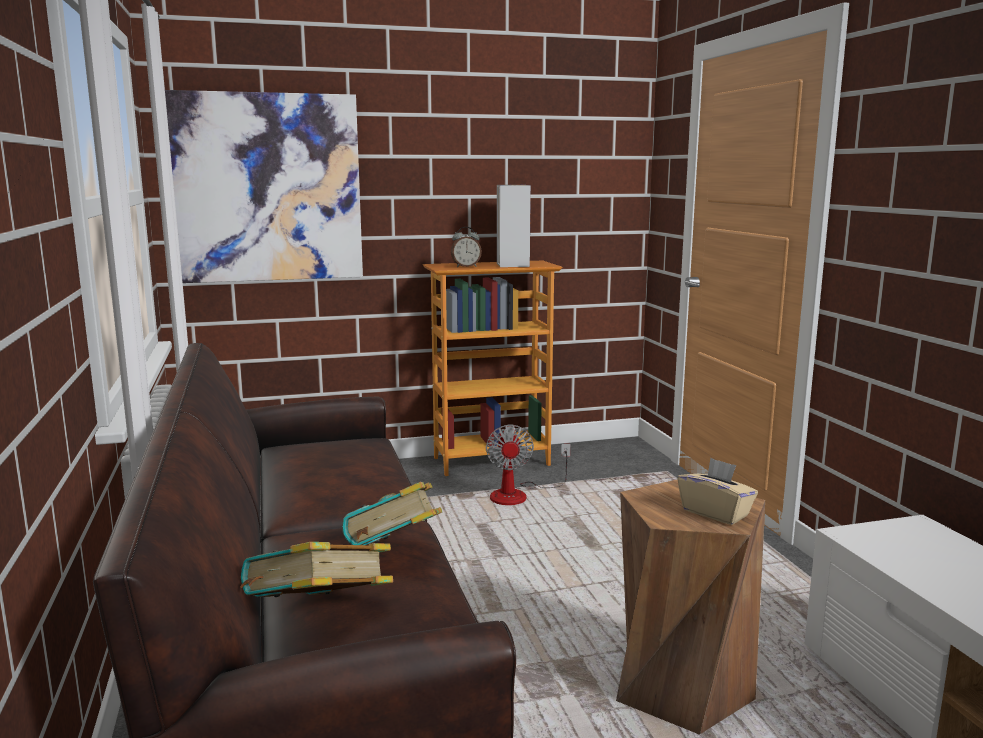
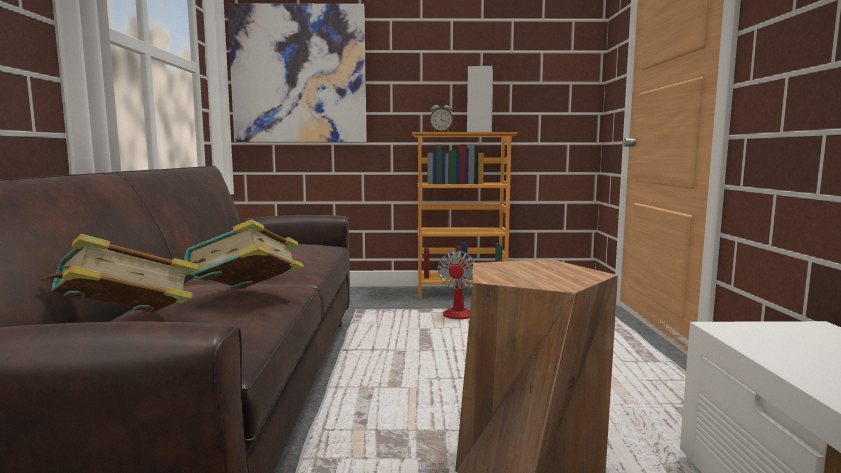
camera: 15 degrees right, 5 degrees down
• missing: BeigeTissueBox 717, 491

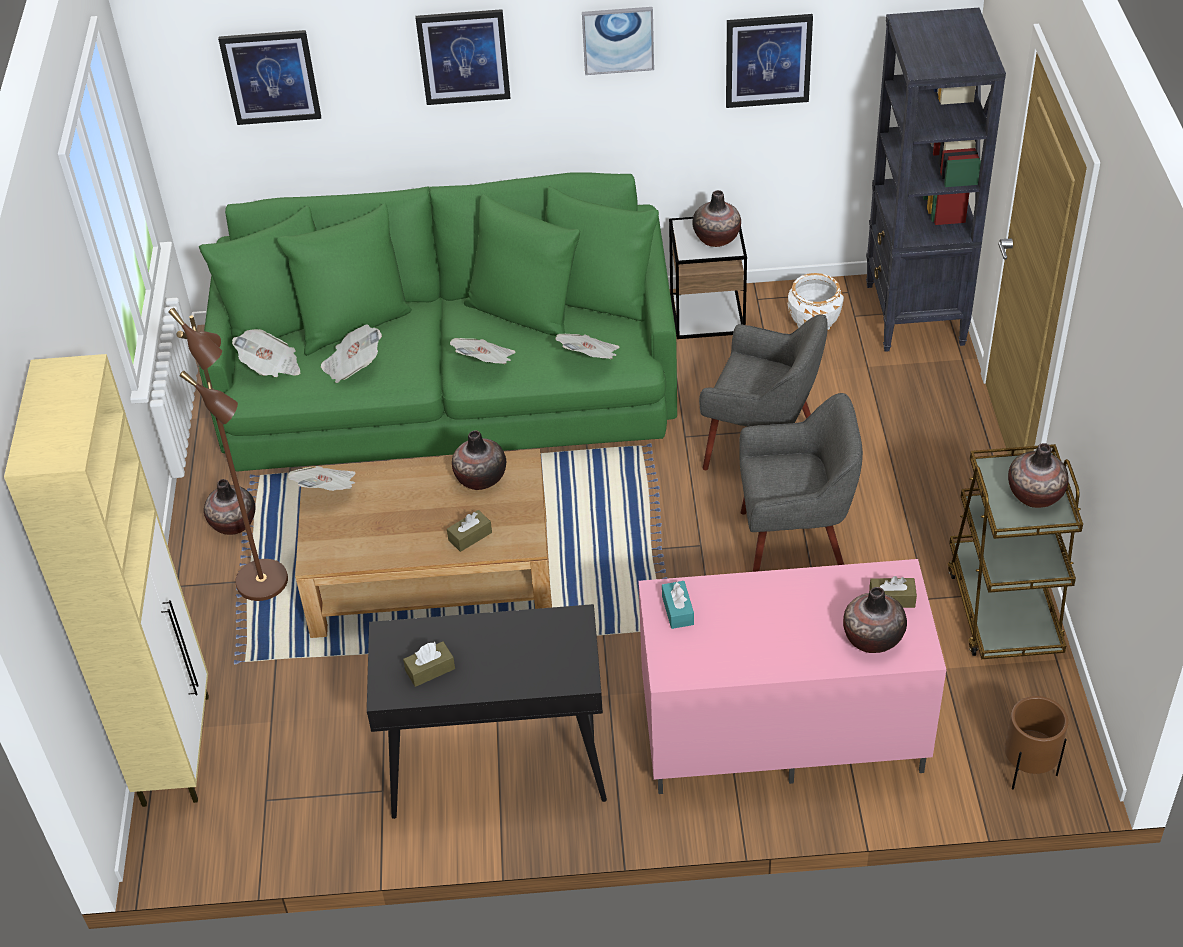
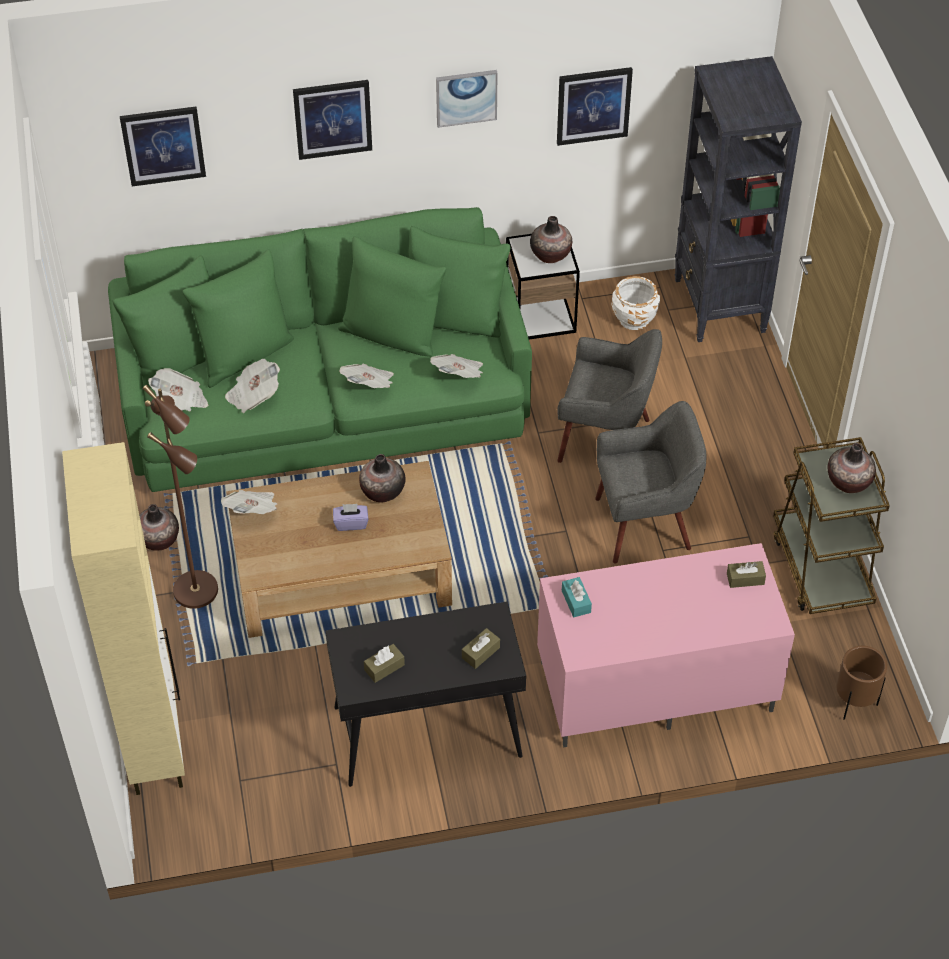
camera: 10 degrees left, 5 degrees up
• relocated: BrownTissueBox 469, 531 to 481, 648
• missing: Vase 875, 620
• appeared: PurpleTissueBox 351, 517

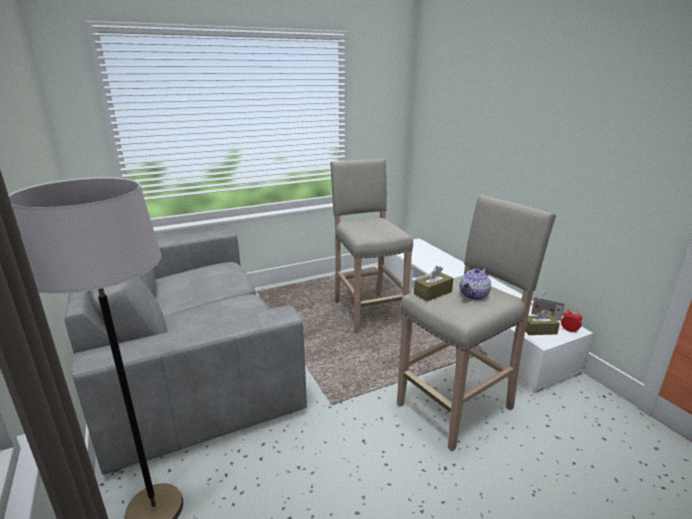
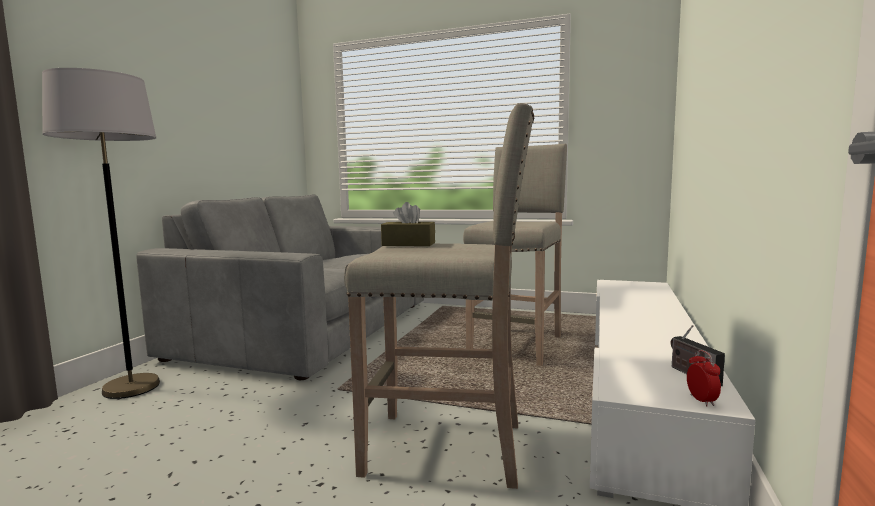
camera: 45 degrees right, 15 degrees down
• missing: Teapot 475, 284
• missing: BrownTissueBox 542, 322

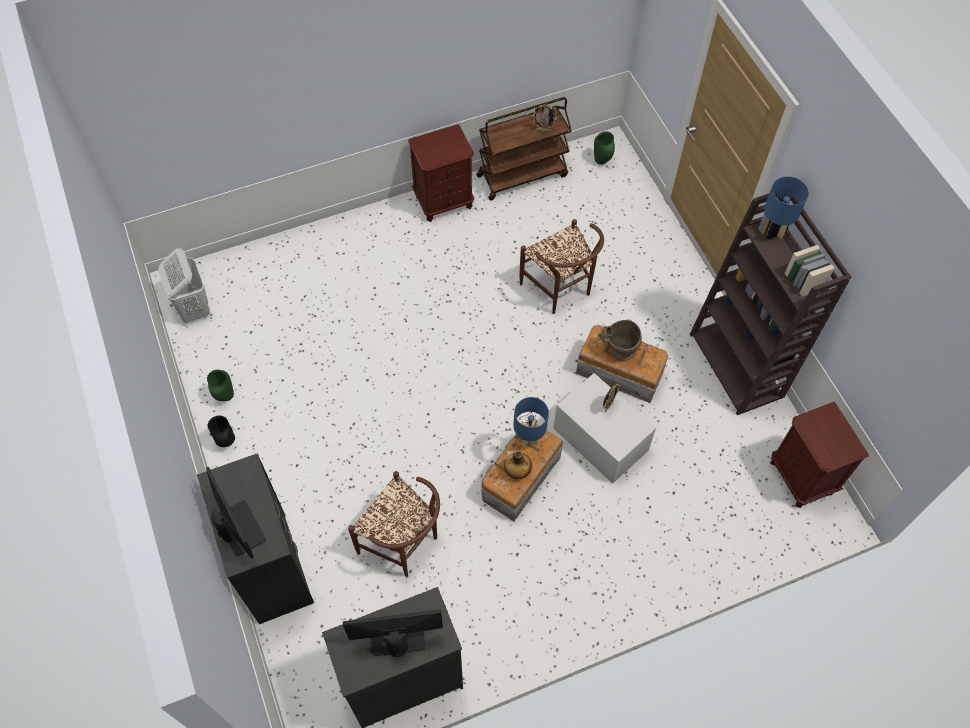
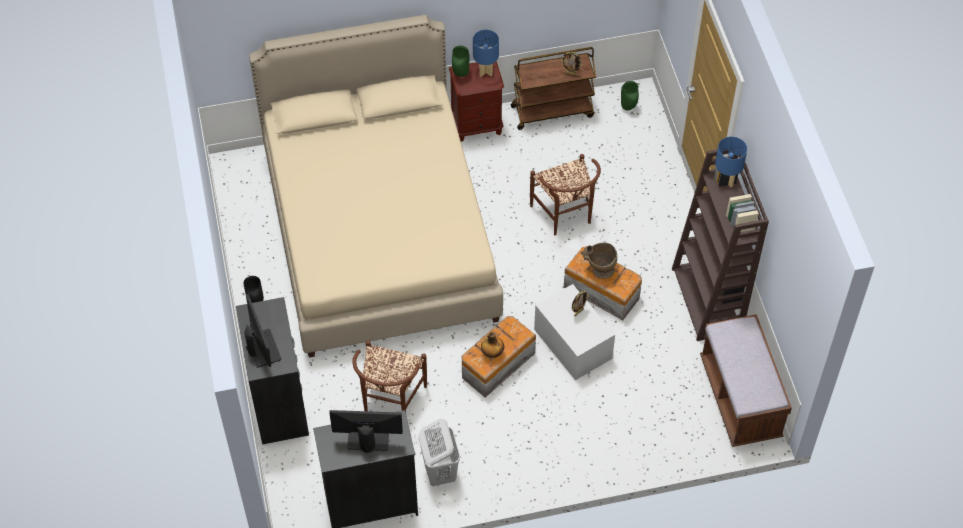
camera: 10 degrees right, 5 degrees down
• relocated: WhiteLaundryBasket 184, 285 to 439, 452
• relocated: GreenVase 220, 385 to 460, 61
• relocated: BlueTableLamp 531, 422 to 486, 53
• exchanged: BrownNightstand 819, 455 to BrownBench 746, 380
• spun: BrownChair 394, 524 = 389, 376 60 degrees clockwise
• appeared: BeigeBed 376, 186

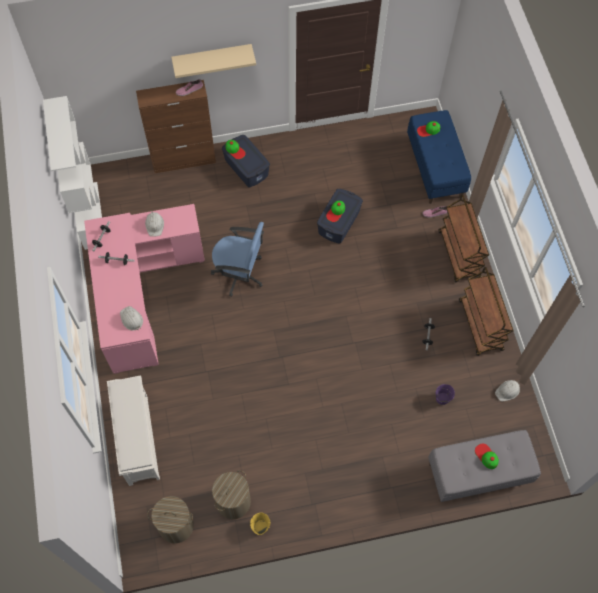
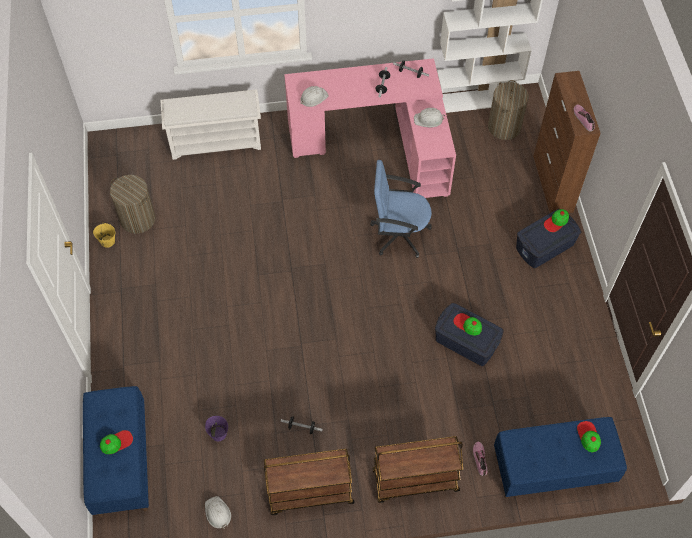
camera: 95 degrees right, 5 degrees down
• missing: BeigeShelf 213, 61
• spun: BlueOfficeChair 237, 259 = 401, 209 75 degrees clockwise
• colour: GreyBench 484, 466 to BlueBench 116, 452
• relocated: LaundryBasket 170, 519 to 508, 110

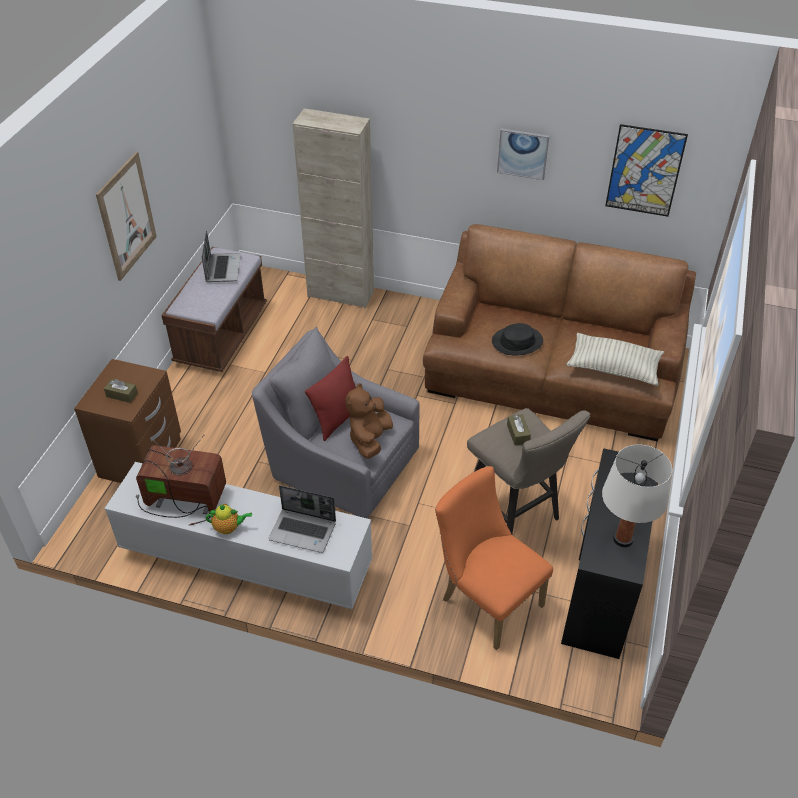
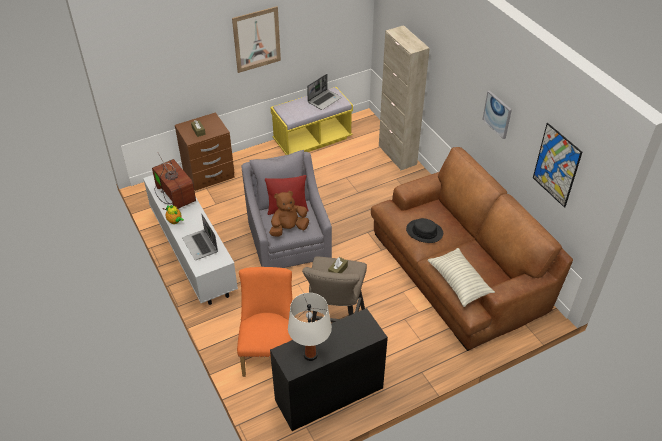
camera: 45 degrees right, 0 degrees up
• colour: BrownBench 214, 309 to YellowBench 312, 121

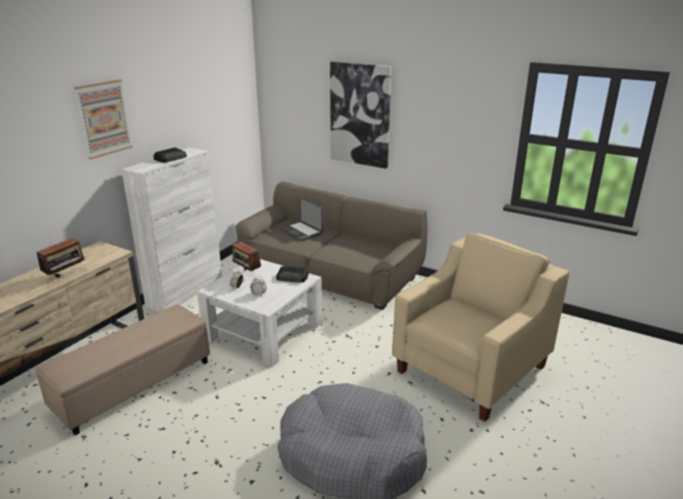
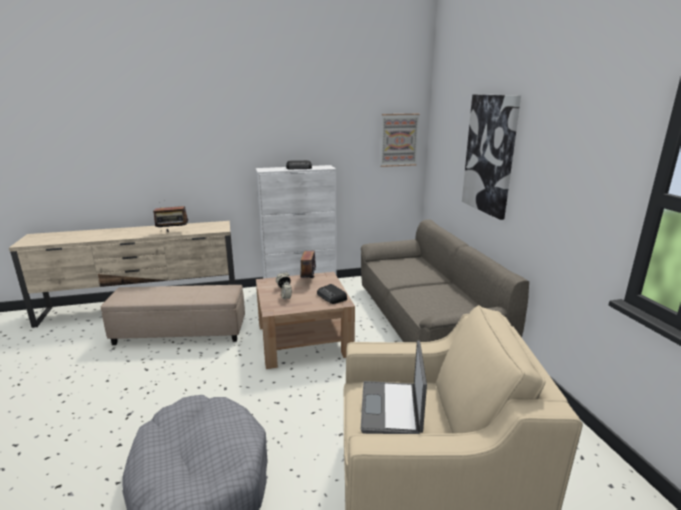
camera: 45 degrees right, 5 degrees down
• relocated: Picture 103, 119 to 400, 140
• relocated: Laptop 301, 219 to 394, 387
• colour: WhiteCoffeeTable 259, 313 to BrownCoffeeTable 305, 320

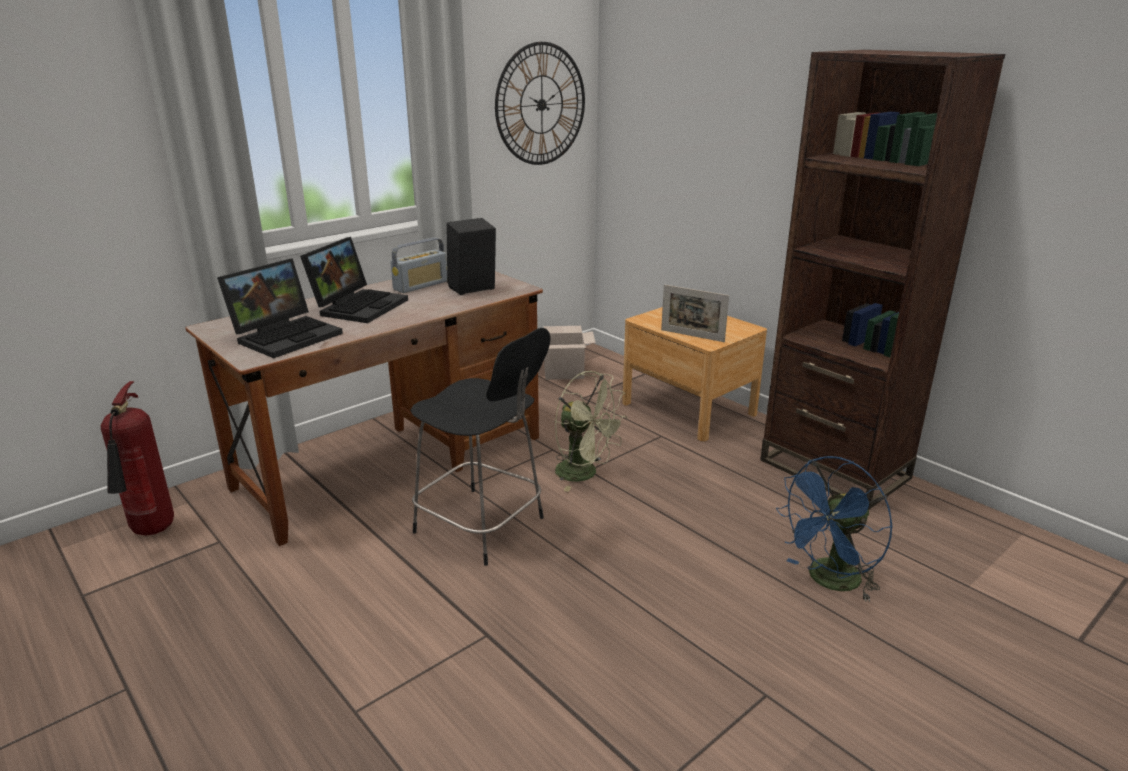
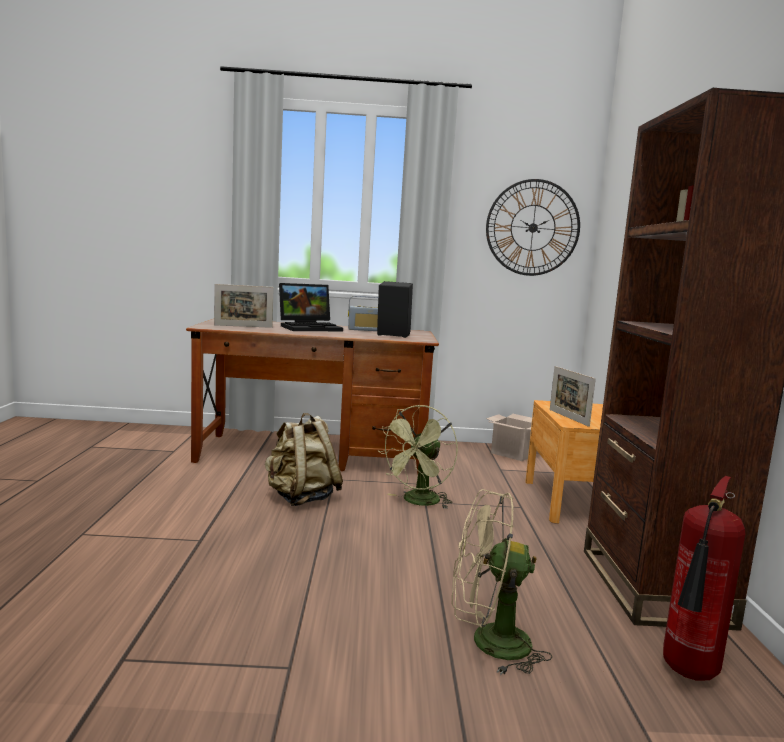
camera: 40 degrees right, 15 degrees down
• exchanged: Laptop 280, 308 to PictureFrame 244, 306
• exchanged: BlackStool 480, 447 to BeigeBackpack 304, 459
• spun: GreenFan 591, 431 = 417, 457 45 degrees clockwise
• relocated: FireExtinguisher 137, 458 to 704, 578
• colour: BlueFan 834, 529 to BeigeFan 501, 582

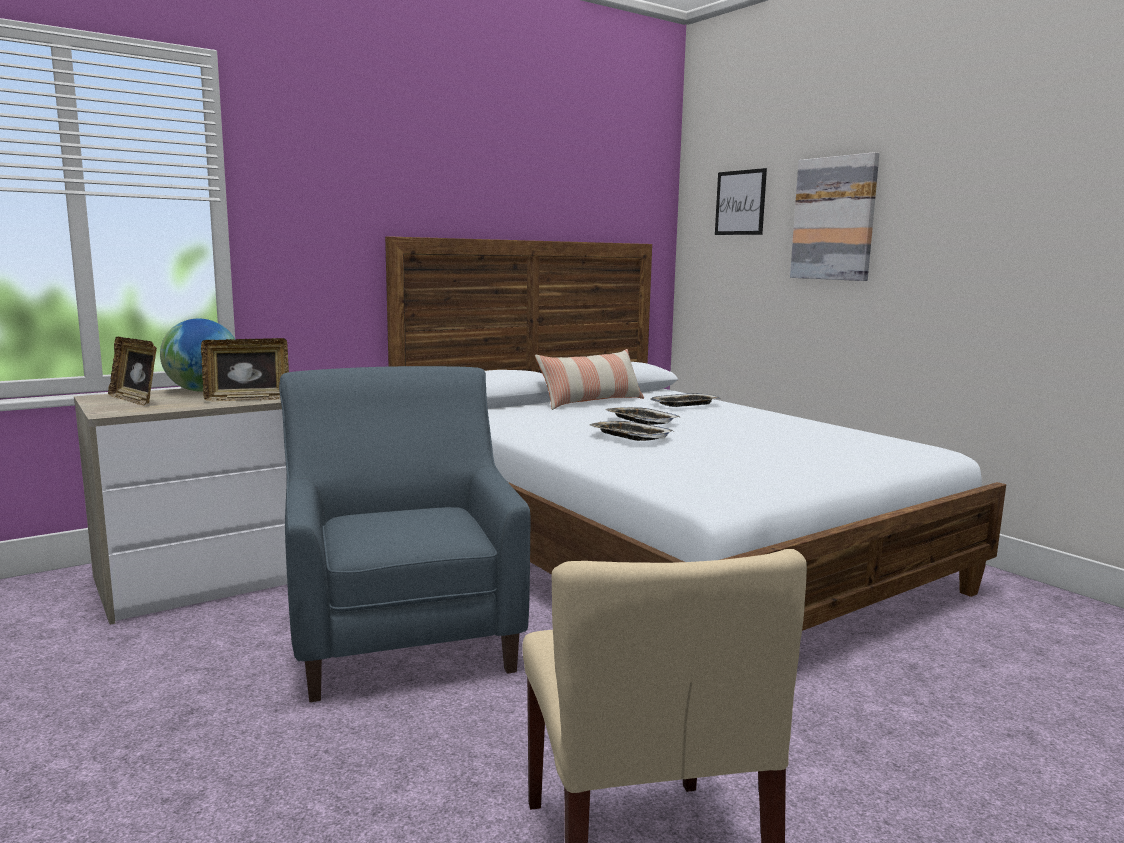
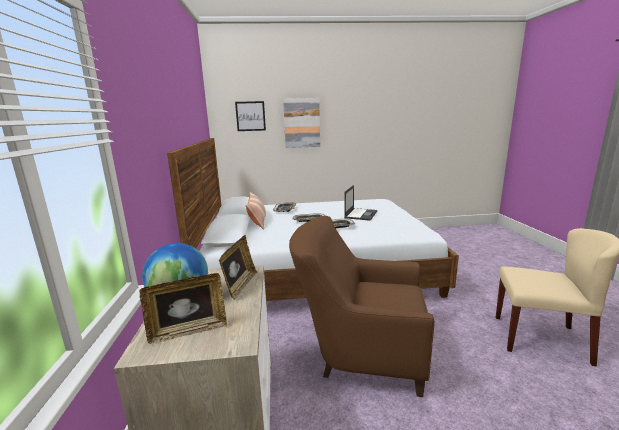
camera: 60 degrees left, 5 degrees up
• colour: BlueArmchair 404, 534 to BrownArmchair 362, 306
• appeared: Laptop 360, 203

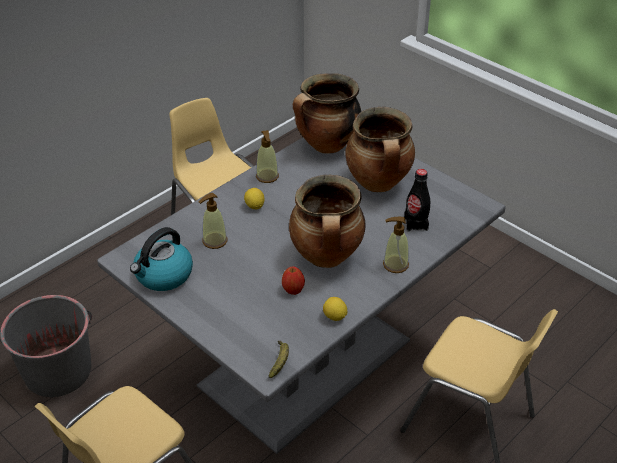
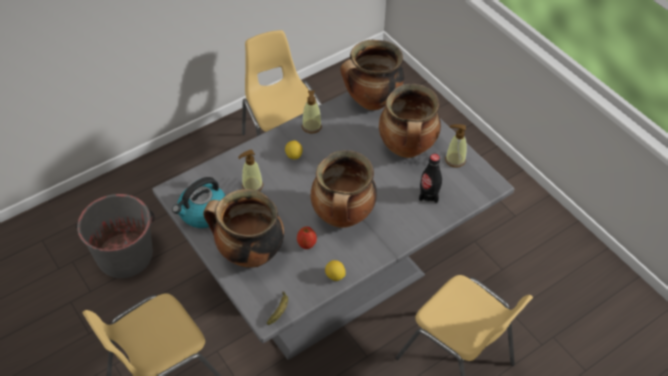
camera: 10 degrees right, 10 degrees up
• relocated: SoapDispenser 396, 245 to 456, 145
• appeared: CookingPot 243, 228

